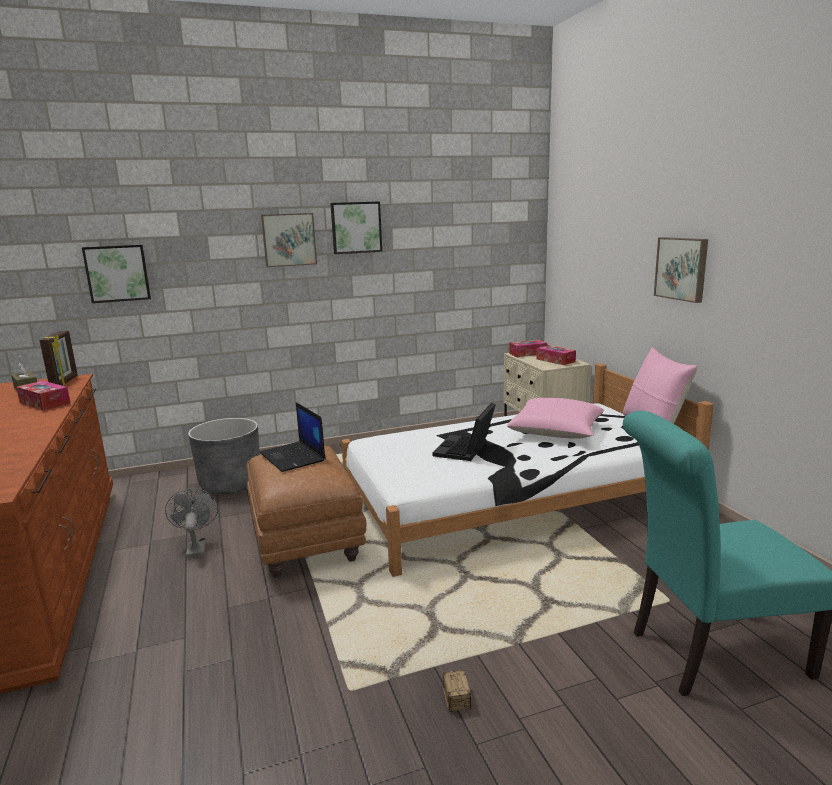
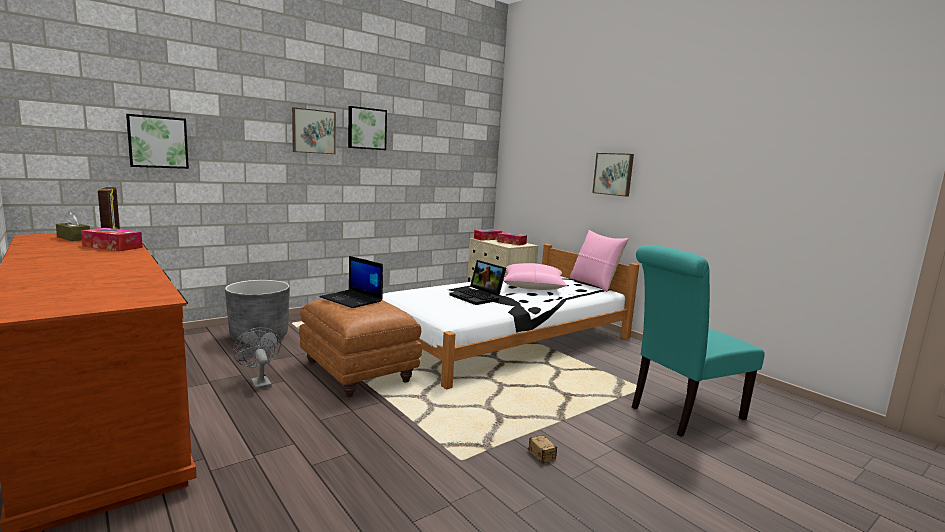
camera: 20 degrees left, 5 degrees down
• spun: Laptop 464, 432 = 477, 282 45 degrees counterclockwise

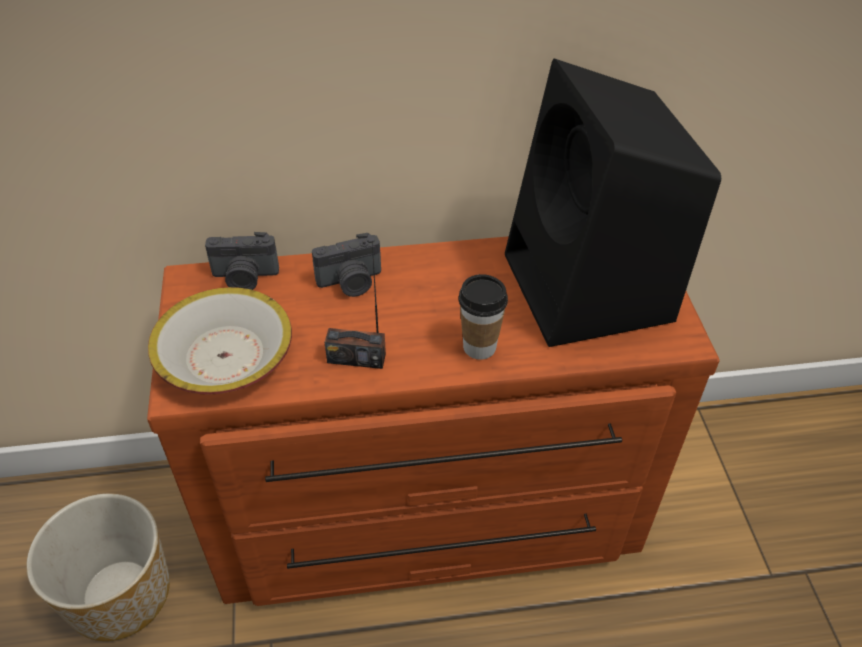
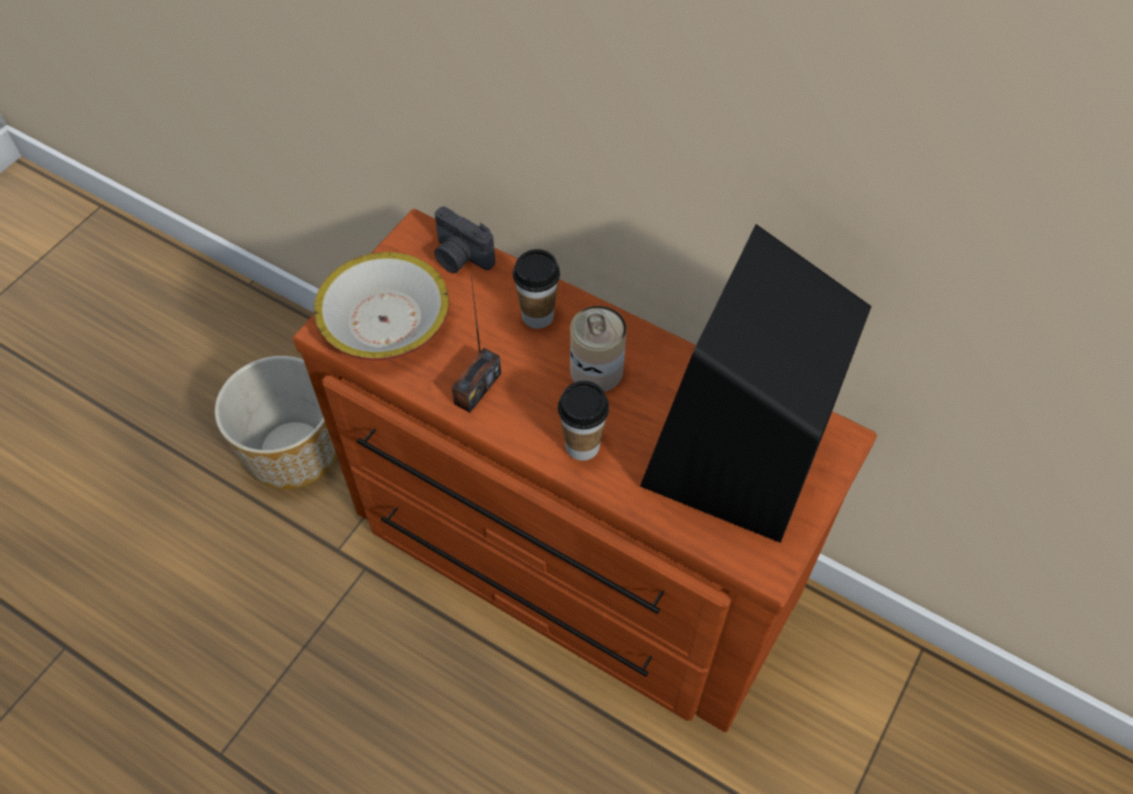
camera: 40 degrees right, 10 degrees up
• exchanged: PhotoCamera 346, 265 to Cup 536, 289
• spun: Radio 355, 305 = 476, 344 105 degrees counterclockwise
• appeared: Can 598, 349

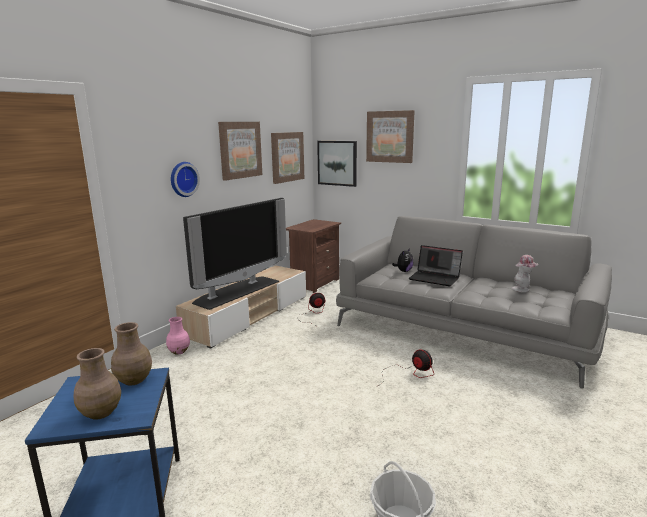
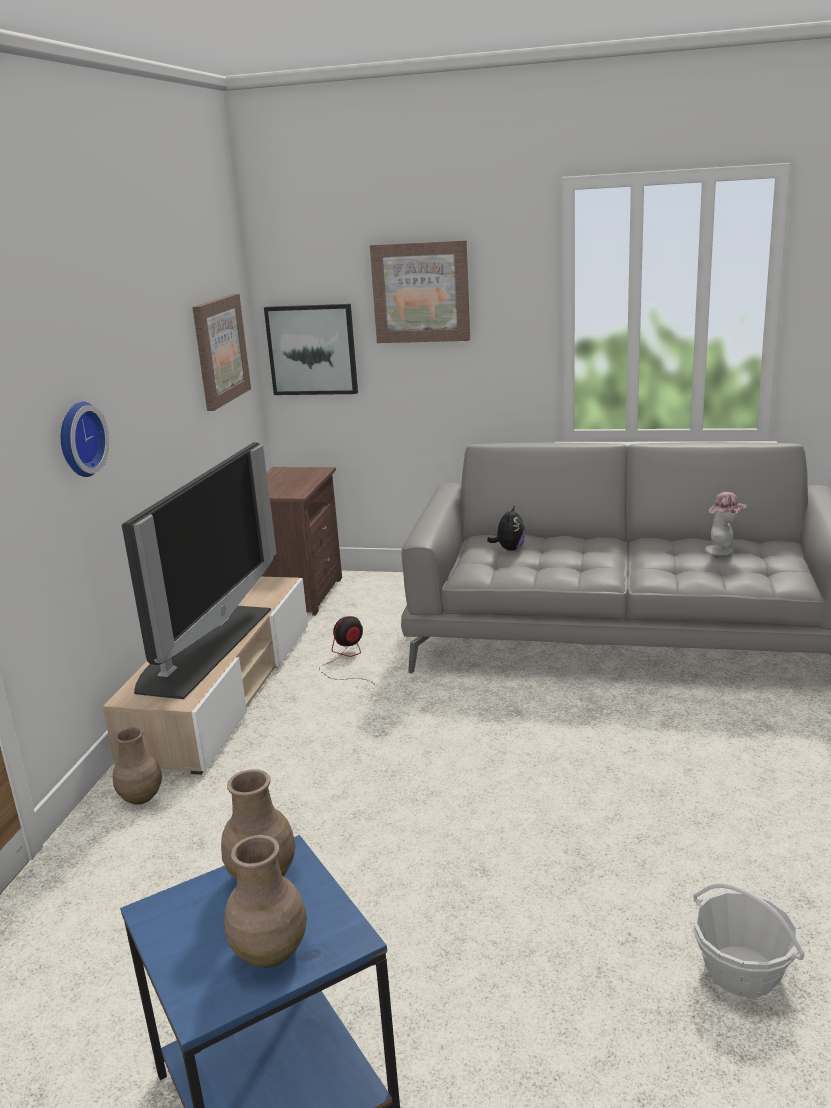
camera: 20 degrees left, 5 degrees up
• missing: Picture 240, 151
• missing: Laptop 435, 265
• colour: PinkVase 178, 336 to BrownVase 137, 766
• missing: Fan 406, 367

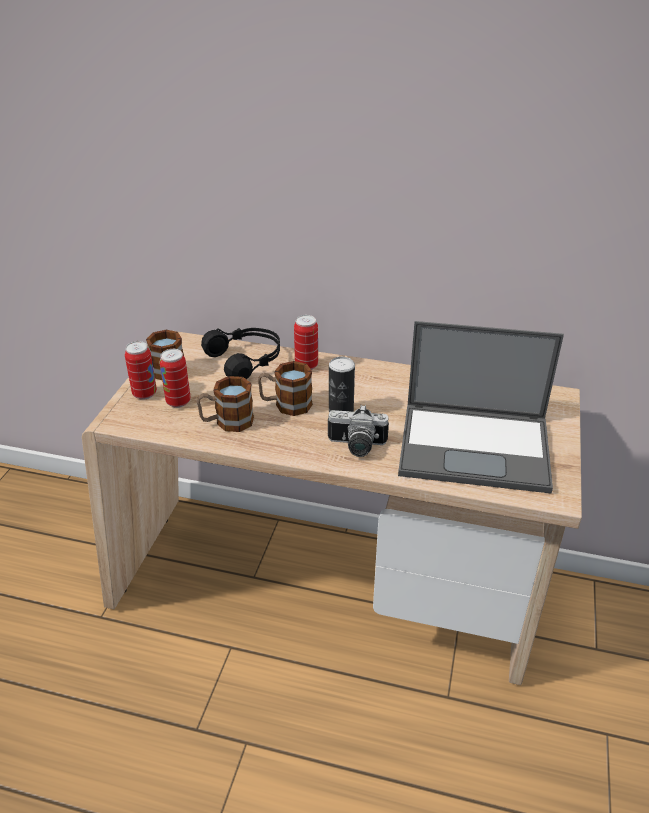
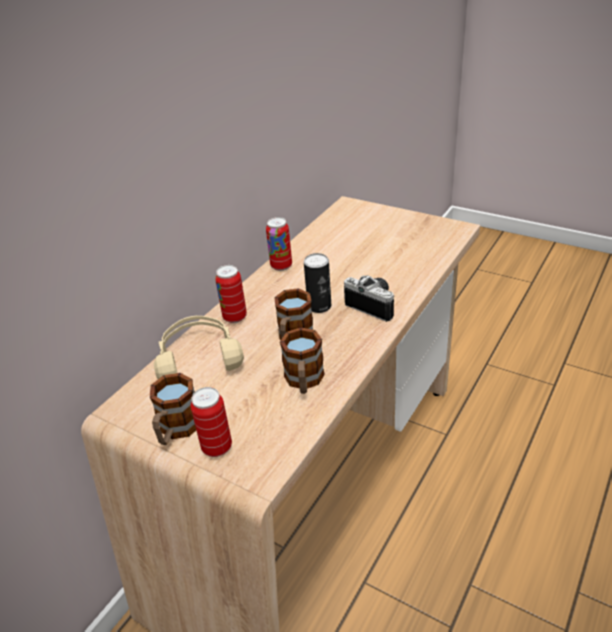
camera: 70 degrees left, 0 degrees up
• missing: Laptop 481, 407
• colour: BlackHeadphones 240, 353 to BeigeHeadphones 199, 347
• relocated: Can 175, 378 to 279, 244
• spun: PhotoCamera 358, 431 = 369, 298 75 degrees counterclockwise

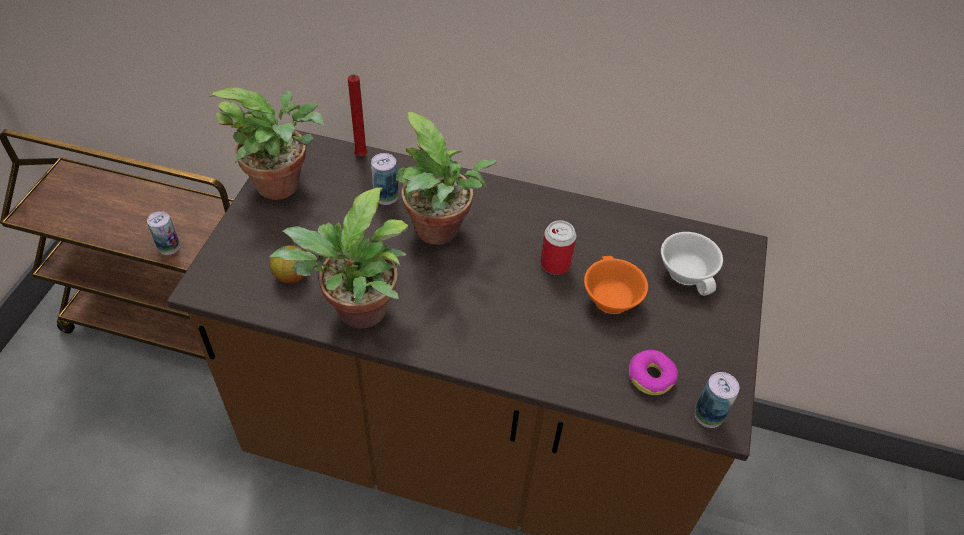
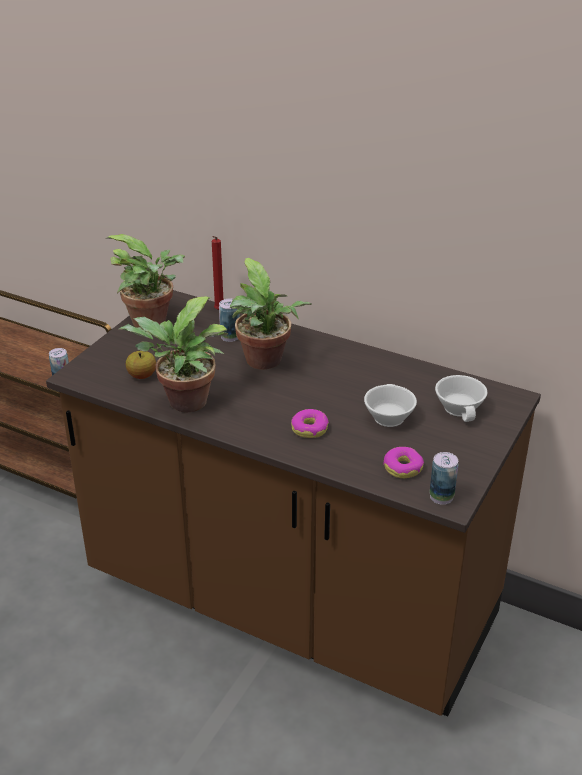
camera: 15 degrees right, 15 degrees down
• missing: Can 558, 247
• colour: OrangeCup 616, 285 to WhiteCup 390, 405
• appeared: Donut 310, 423

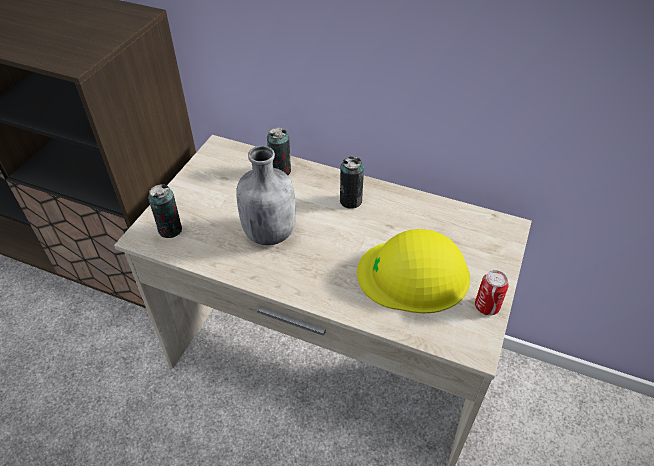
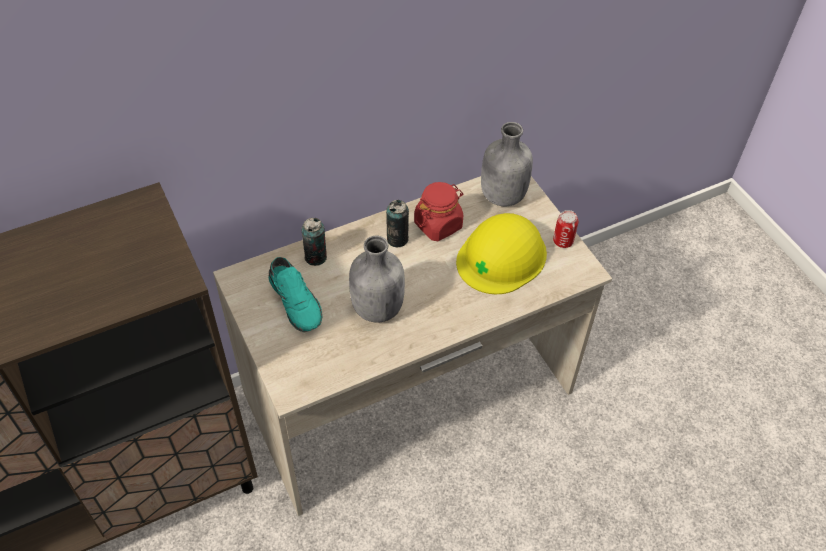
camera: 50 degrees left, 5 degrees up
• missing: Can 165, 211
• appeared: GreyBottle 507, 164
• appeared: RedJar 438, 211
• appeared: TurquoiseShoe 295, 294

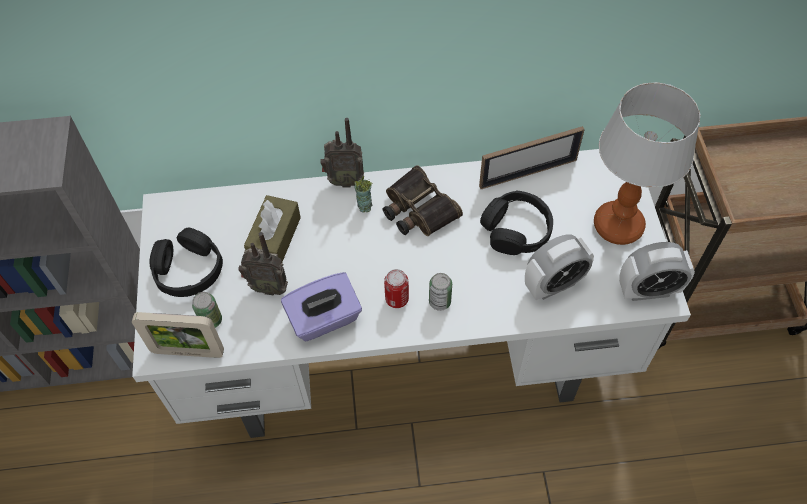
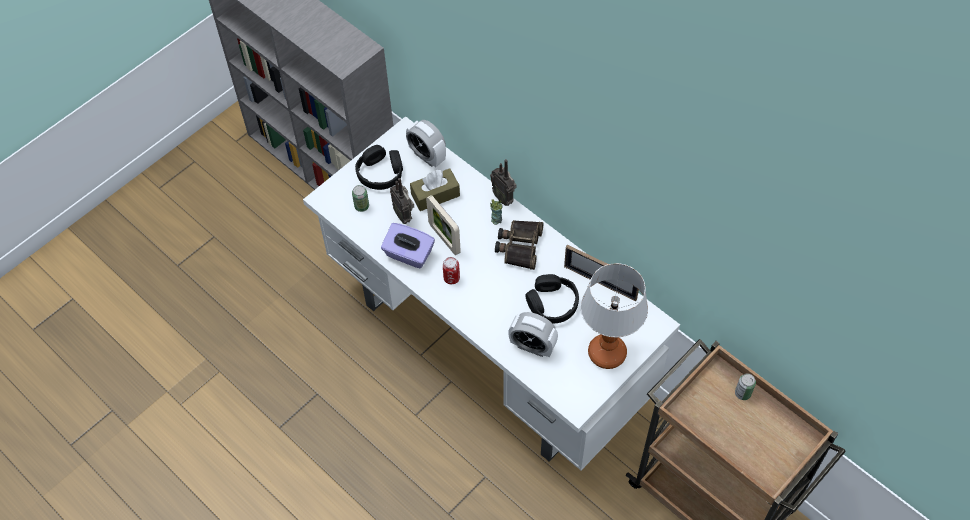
camera: 50 degrees right, 0 degrees up
• relocated: AlarmClock 657, 271 to 426, 143
• relocated: Can 440, 292 to 745, 386
• relocated: PictureFrame 178, 335 to 443, 225

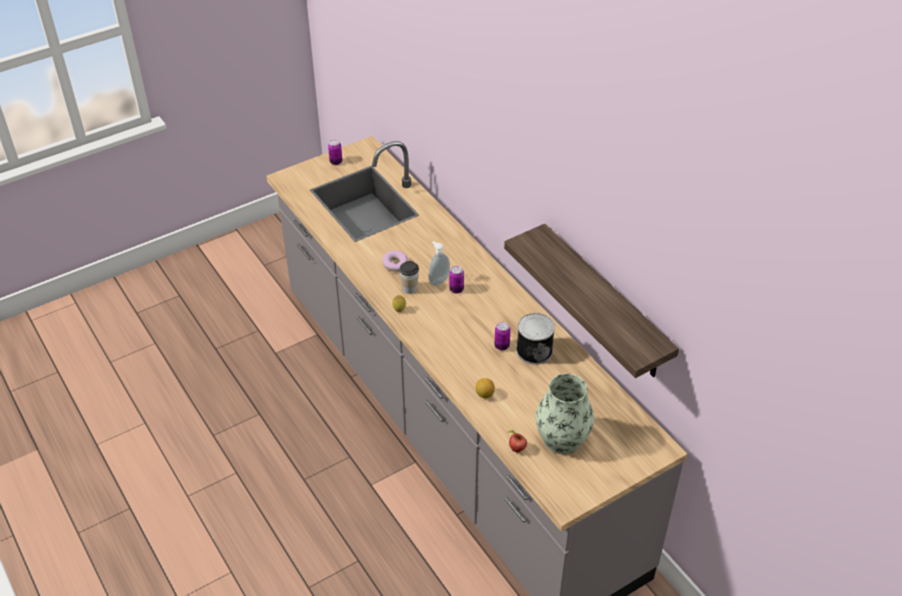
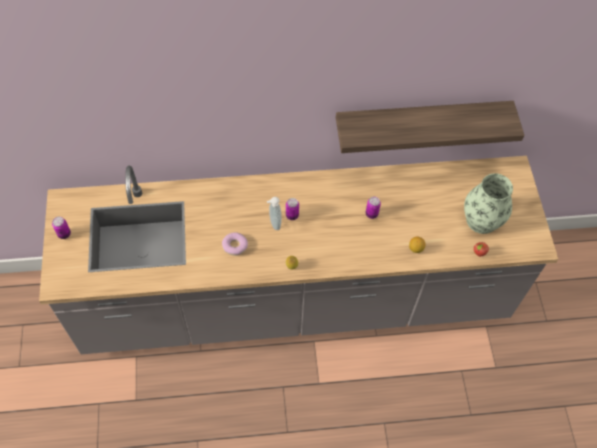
camera: 65 degrees left, 15 degrees up
• missing: Cup 409, 277
• missing: Can 535, 339

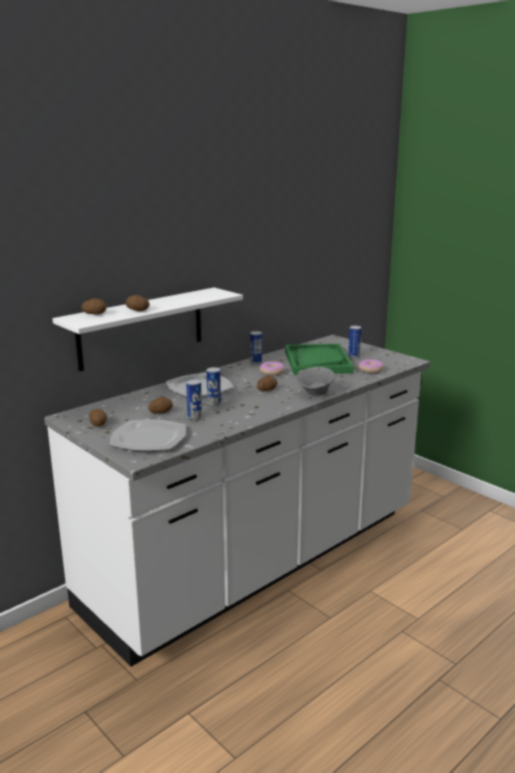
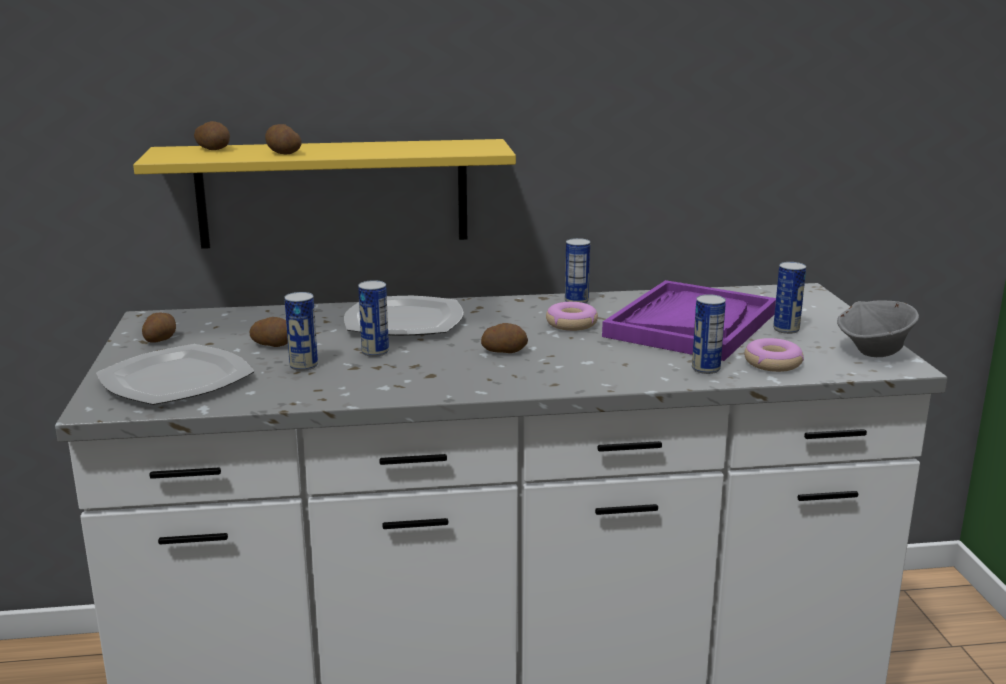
camera: 35 degrees right, 0 degrees up
• colour: WhiteShelf 148, 330 to YellowShelf 324, 194
• colour: GreenTray 319, 359 to PurpleTray 689, 320
• relocated: GreyBowl 315, 381 to 878, 328
• appeared: Can 709, 334

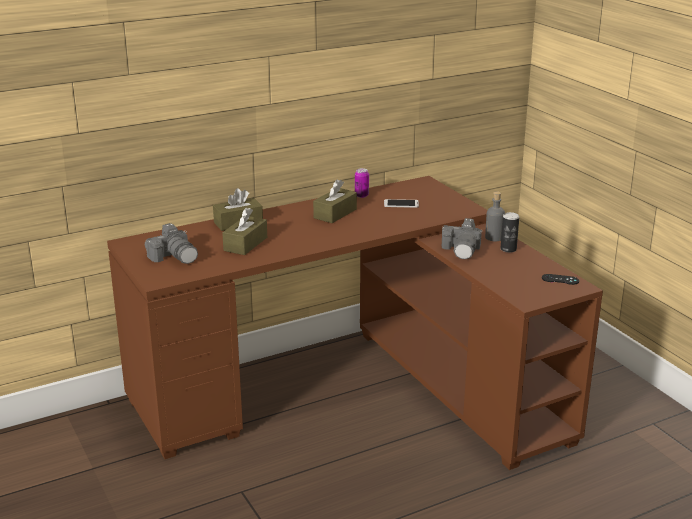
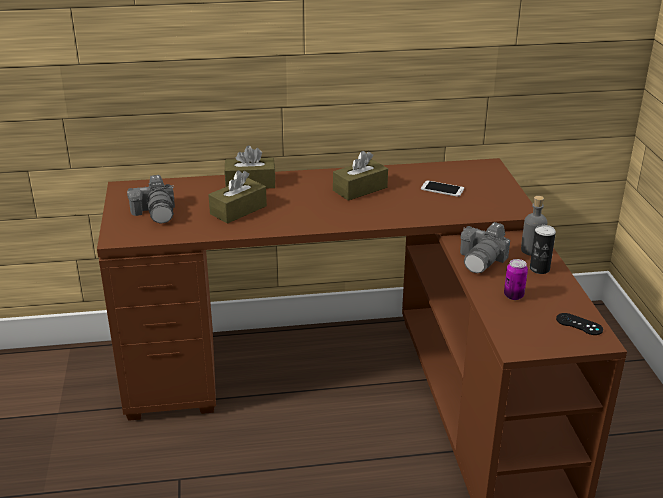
camera: 20 degrees right, 5 degrees up
• relocated: Can 362, 183 to 516, 279

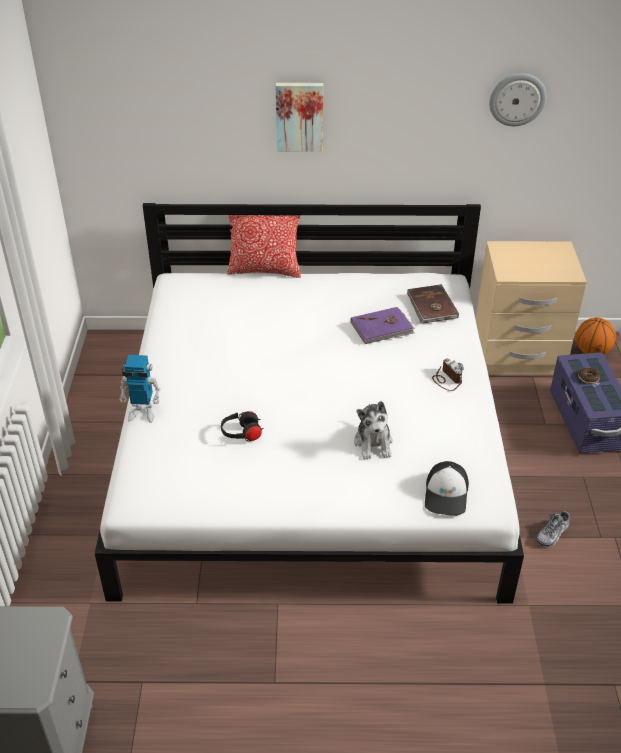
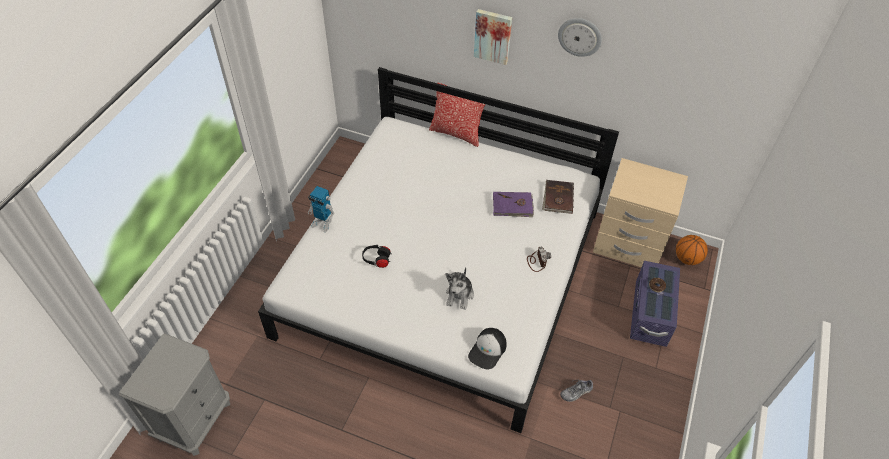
camera: 20 degrees right, 10 degrees up
• relocated: WallClock 517, 99 to 580, 37

